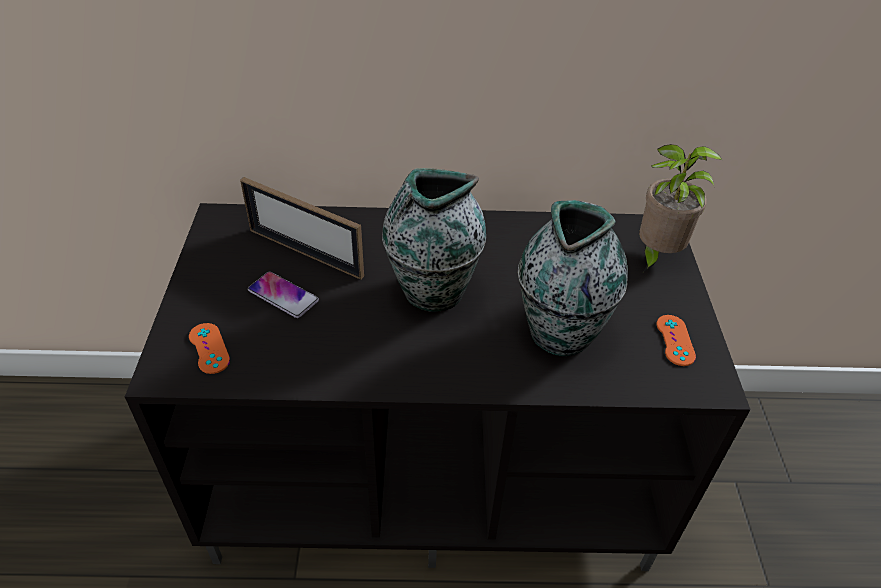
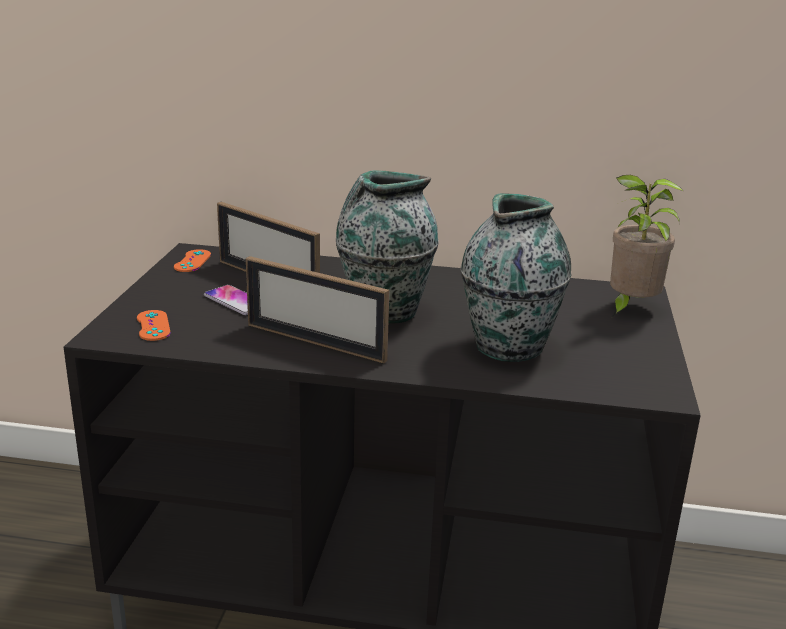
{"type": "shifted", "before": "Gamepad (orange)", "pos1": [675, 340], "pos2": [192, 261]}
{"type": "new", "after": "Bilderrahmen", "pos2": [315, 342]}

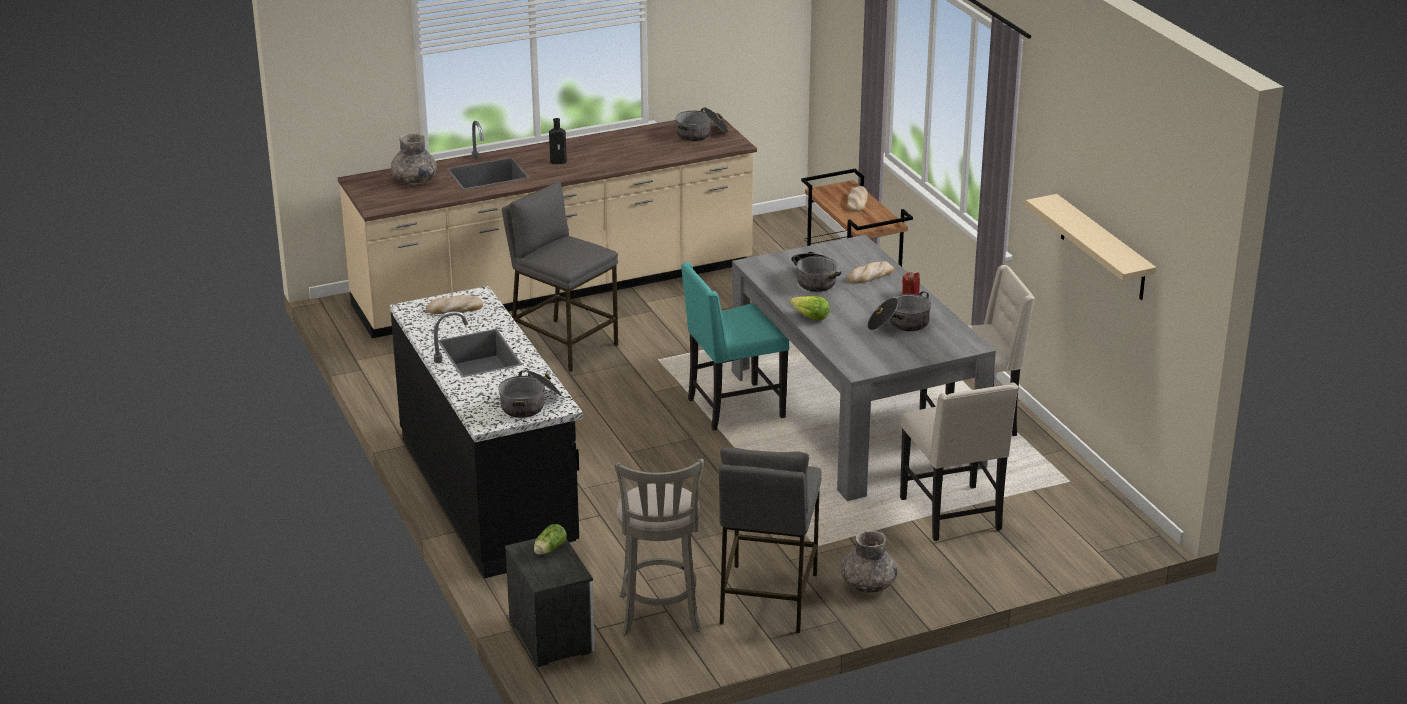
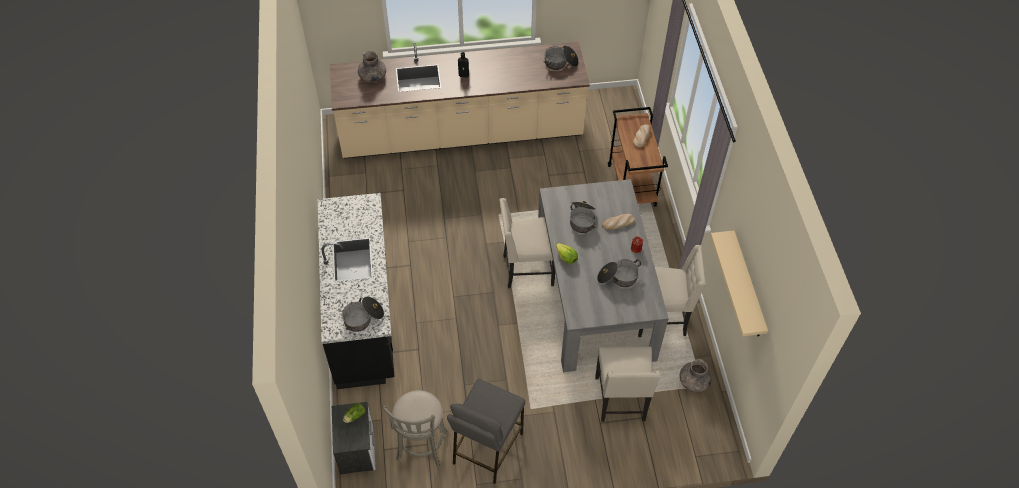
{"type": "repainted", "before": "Stuhl (türkis)", "after": "Stuhl (beige)", "pos1": [733, 408], "pos2": [526, 270]}
{"type": "shifted", "before": "Vase (grau)", "pos1": [868, 585], "pos2": [693, 382]}
{"type": "gone", "before": "Brot", "pos1": [454, 308]}
{"type": "gone", "before": "Hocker (grau)", "pos1": [563, 345]}

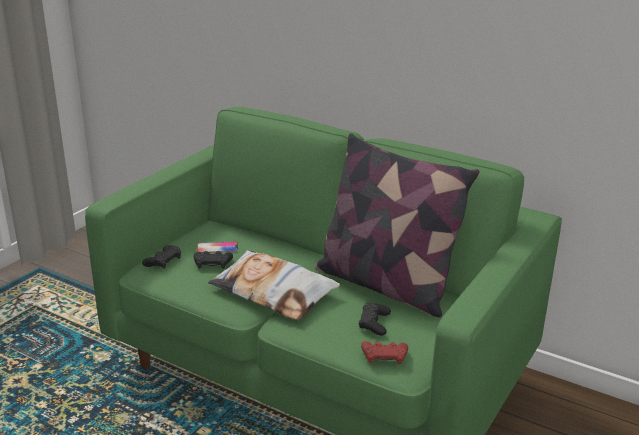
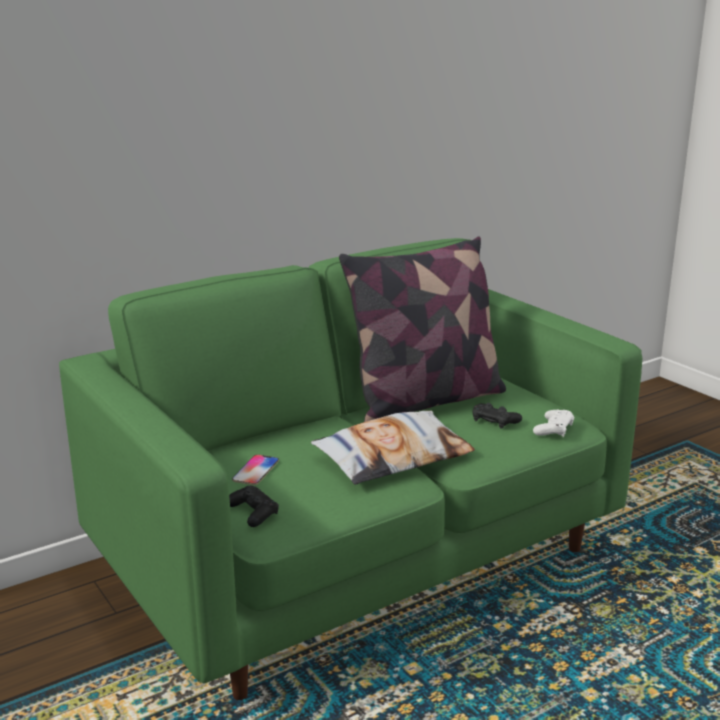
{"type": "repainted", "before": "Gamepad (rot)", "after": "Gamepad (weiß)", "pos1": [384, 356], "pos2": [553, 429]}
{"type": "gone", "before": "Gamepad (schwarz)", "pos1": [212, 263]}

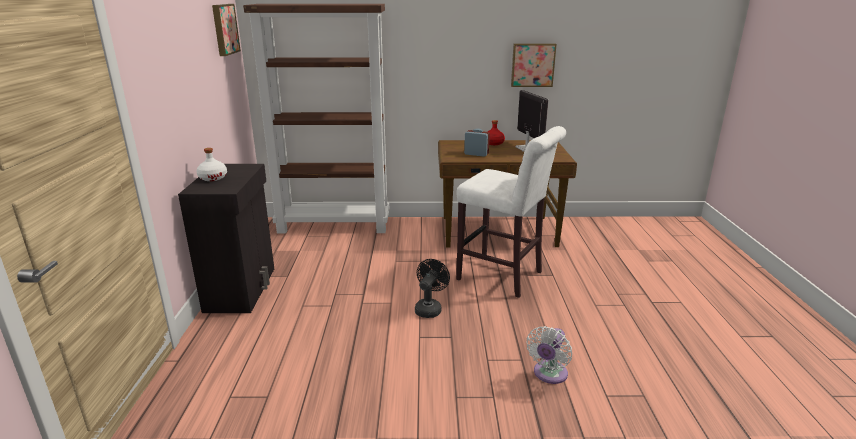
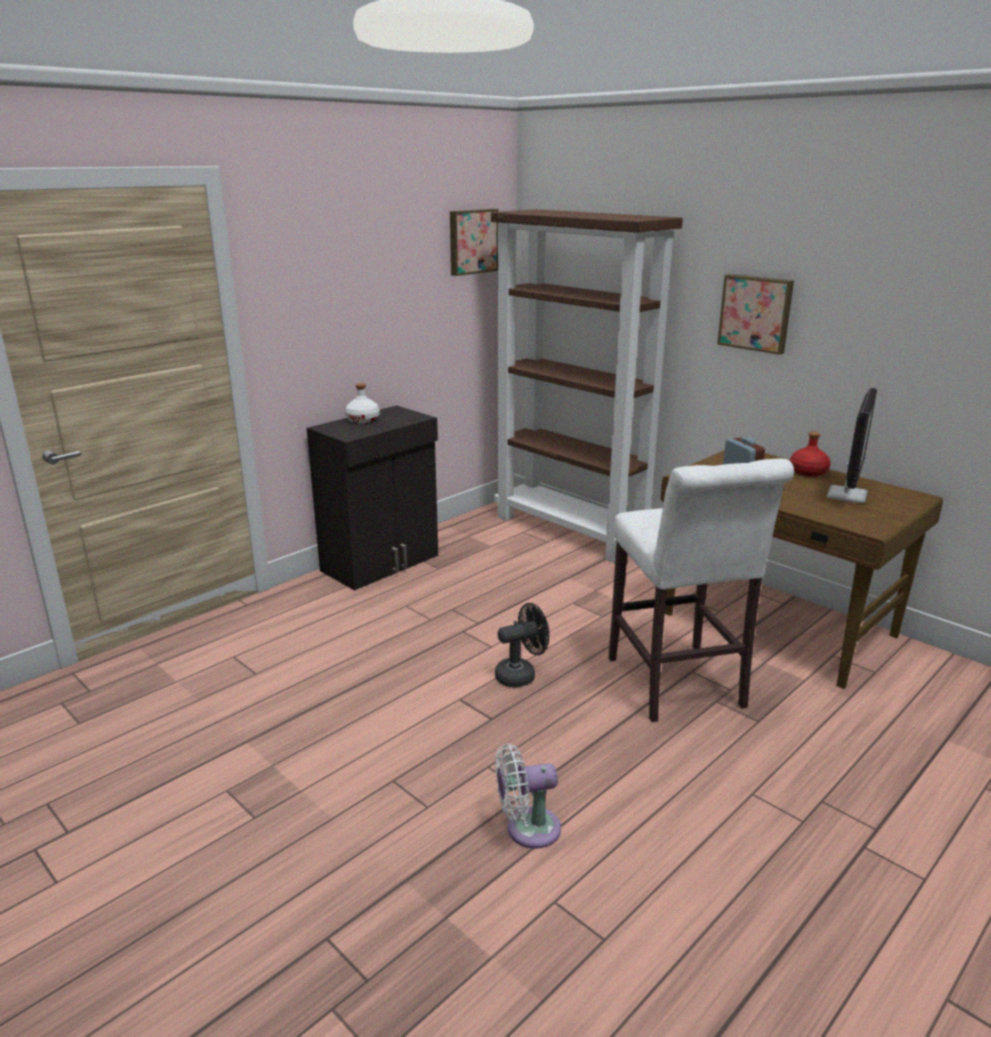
{"type": "shifted", "before": "Bild", "pos1": [532, 65], "pos2": [756, 313]}

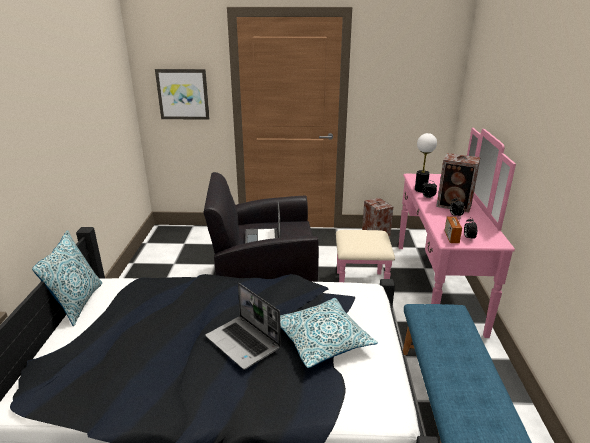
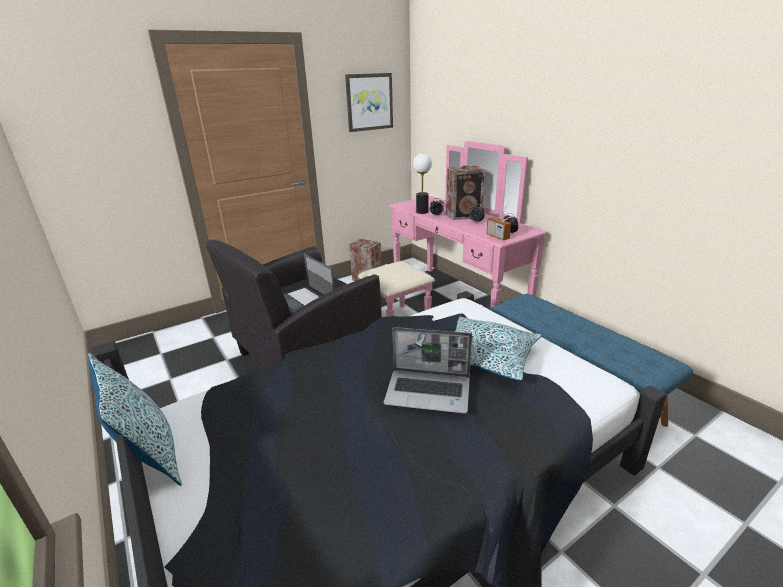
{"type": "shifted", "before": "Bild", "pos1": [183, 94], "pos2": [369, 102]}

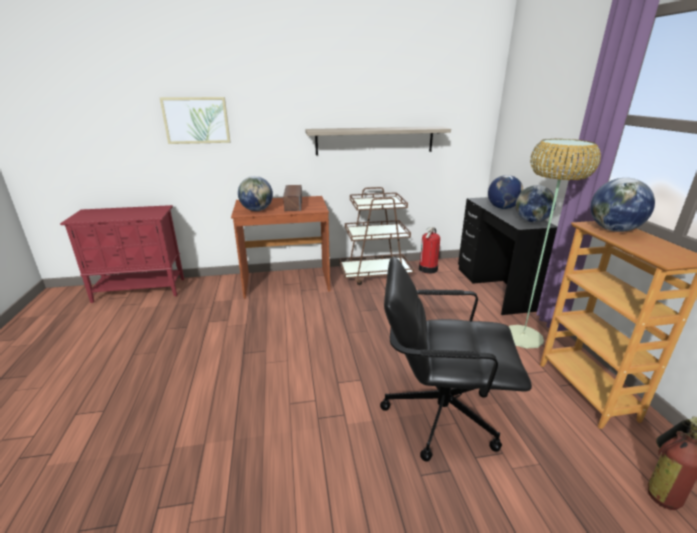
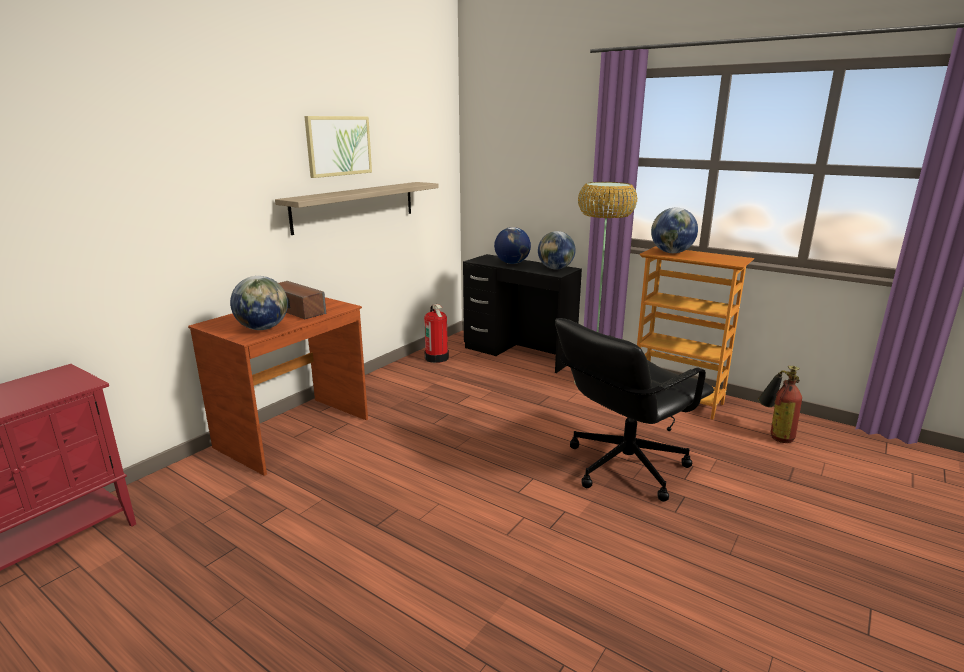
{"type": "shifted", "before": "Bild", "pos1": [196, 120], "pos2": [338, 146]}
{"type": "gone", "before": "Rollwagen (braun)", "pos1": [375, 274]}

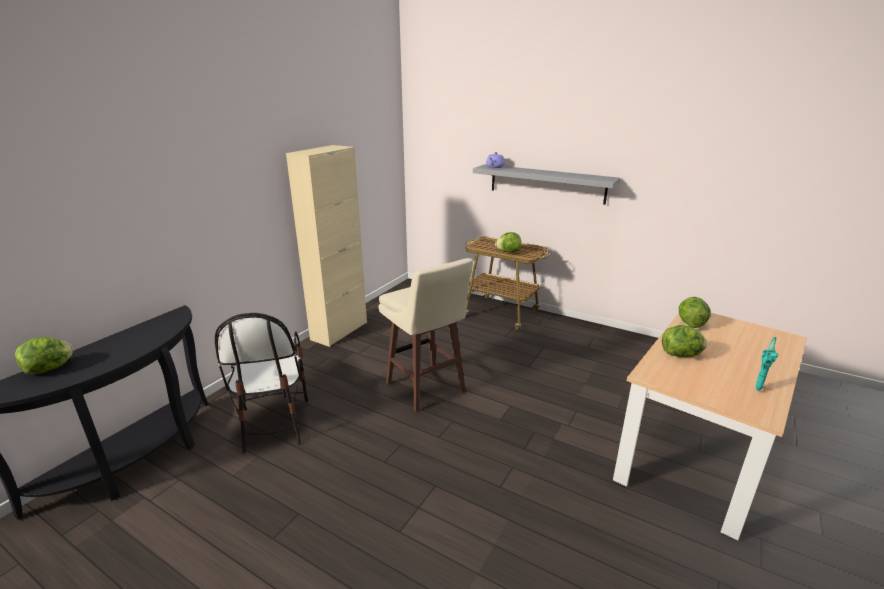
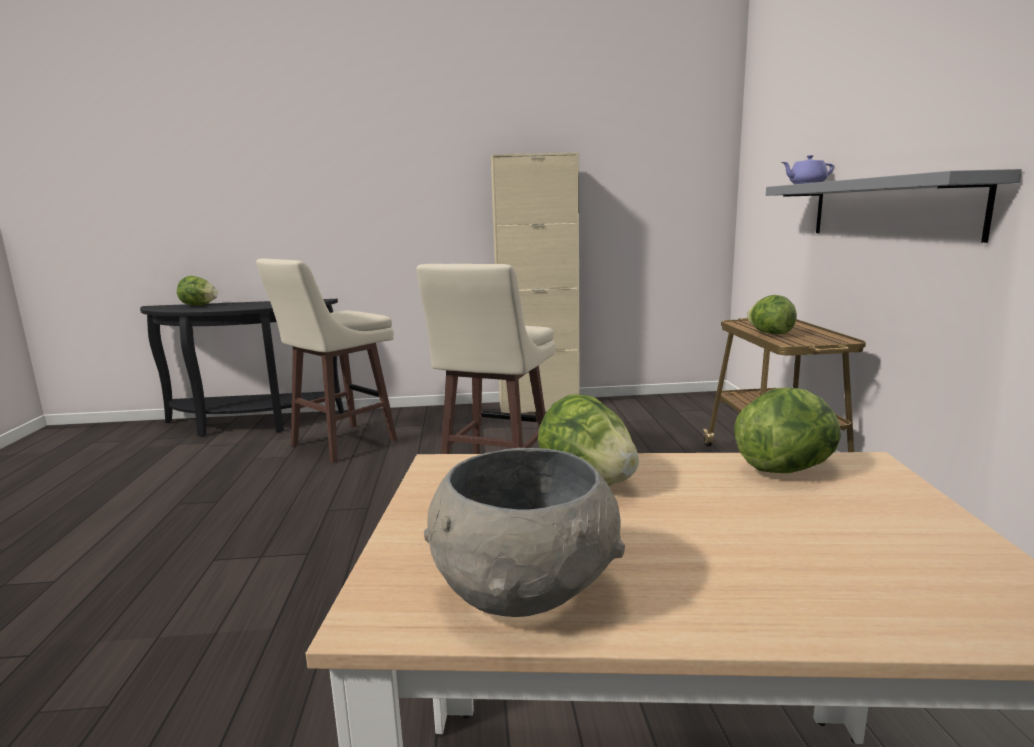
{"type": "swapped", "before": "Stuhl", "after": "Hocker (beige)", "pos1": [273, 424], "pos2": [341, 444]}
{"type": "swapped", "before": "Vase (türkis)", "after": "Schüssel (grau)", "pos1": [757, 390], "pos2": [525, 590]}

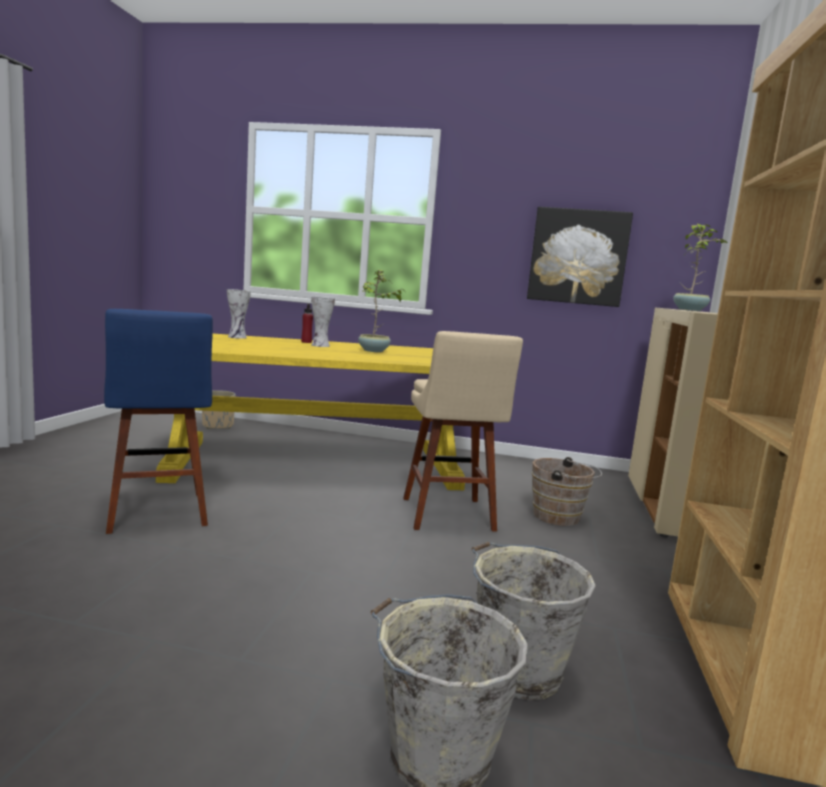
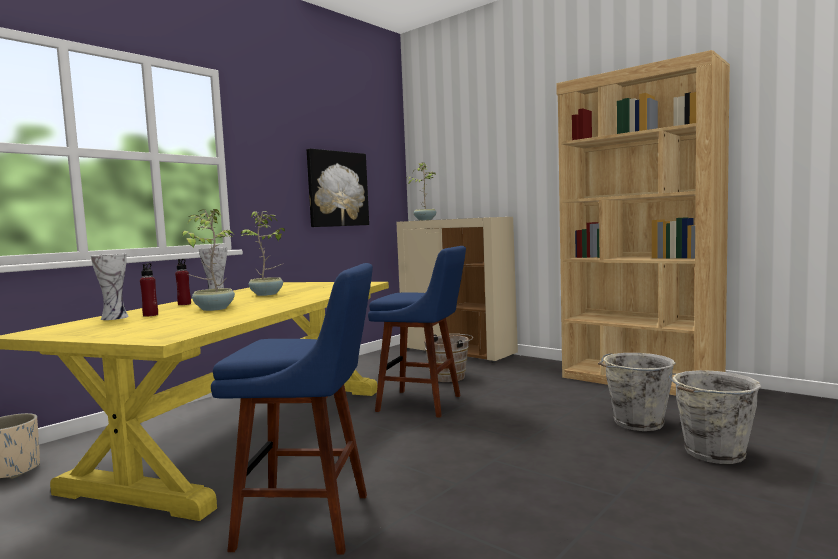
{"type": "new", "after": "Flasche (rot)", "pos2": [150, 315]}
{"type": "new", "after": "Topfpflanze", "pos2": [213, 309]}
{"type": "repainted", "before": "Hocker (beige)", "after": "Hocker (blau)", "pos1": [448, 516], "pos2": [424, 404]}

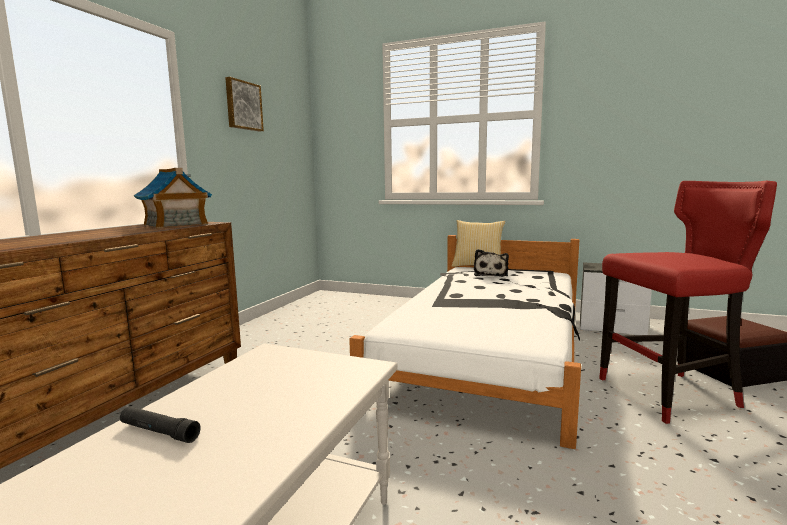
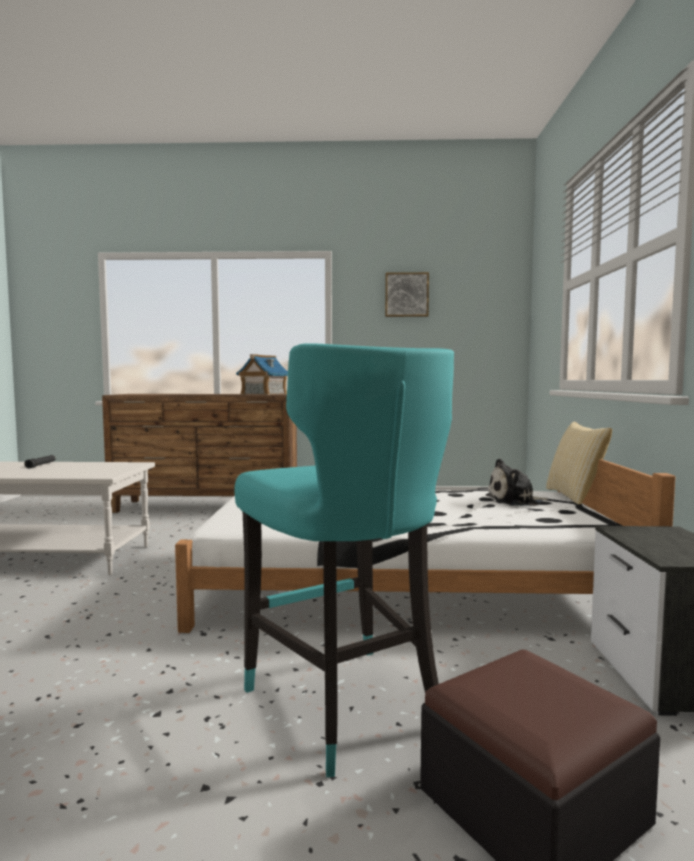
{"type": "repainted", "before": "Hocker (rot)", "after": "Hocker (türkis)", "pos1": [670, 395], "pos2": [345, 706]}

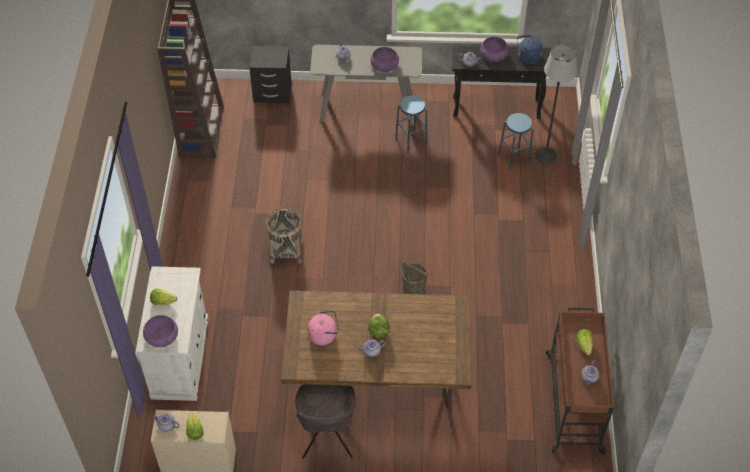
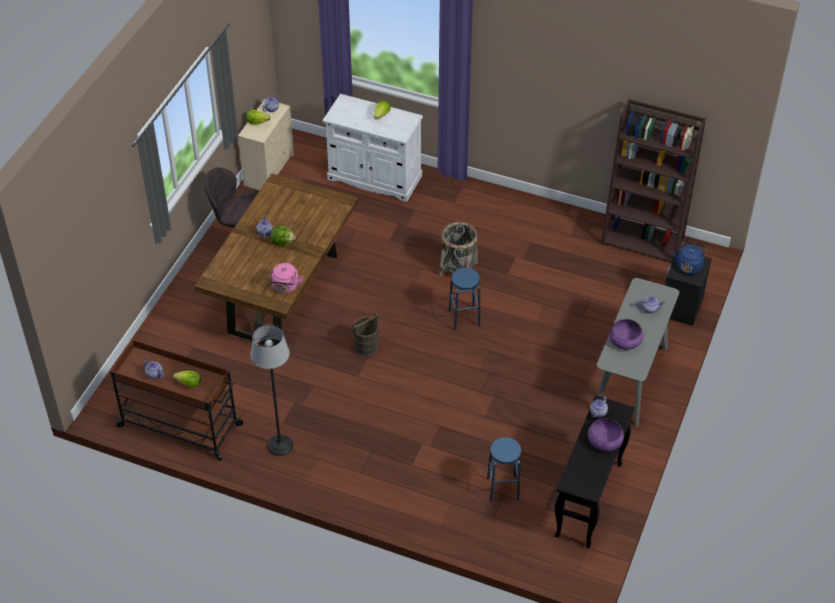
{"type": "shifted", "before": "Stehlampe", "pos1": [545, 155], "pos2": [279, 445]}
{"type": "shifted", "before": "Wasserkessel (rosa)", "pos1": [324, 335], "pos2": [285, 287]}
{"type": "shifted", "before": "Hocker (blau)", "pos1": [411, 141], "pos2": [464, 318]}
{"type": "shifted", "before": "Wasserkessel (blau)", "pos1": [527, 57], "pos2": [689, 265]}
{"type": "gone", "before": "Schüssel (lila)", "pos1": [162, 336]}

